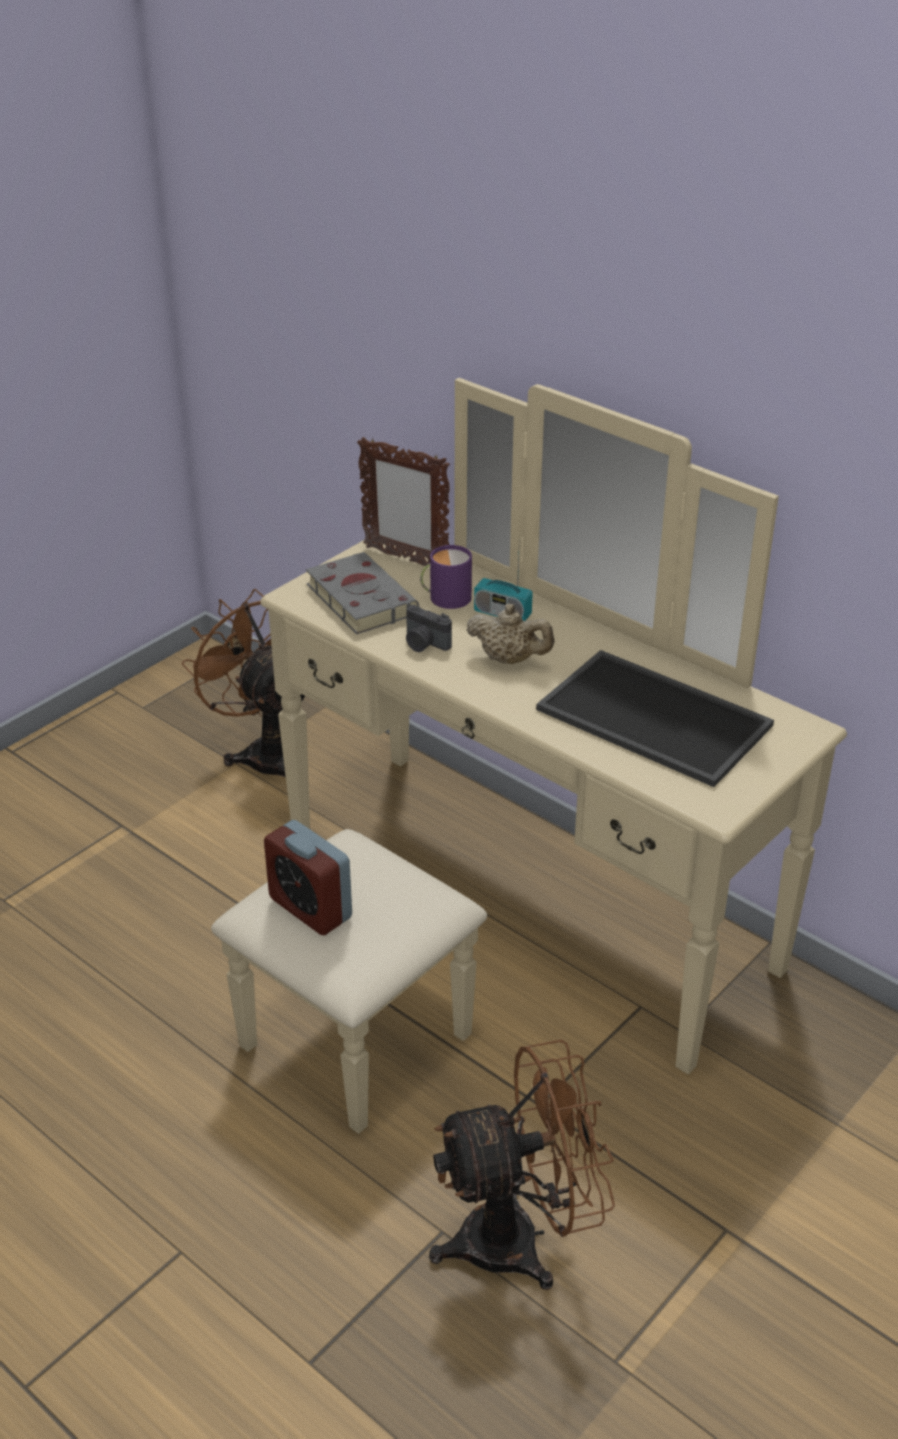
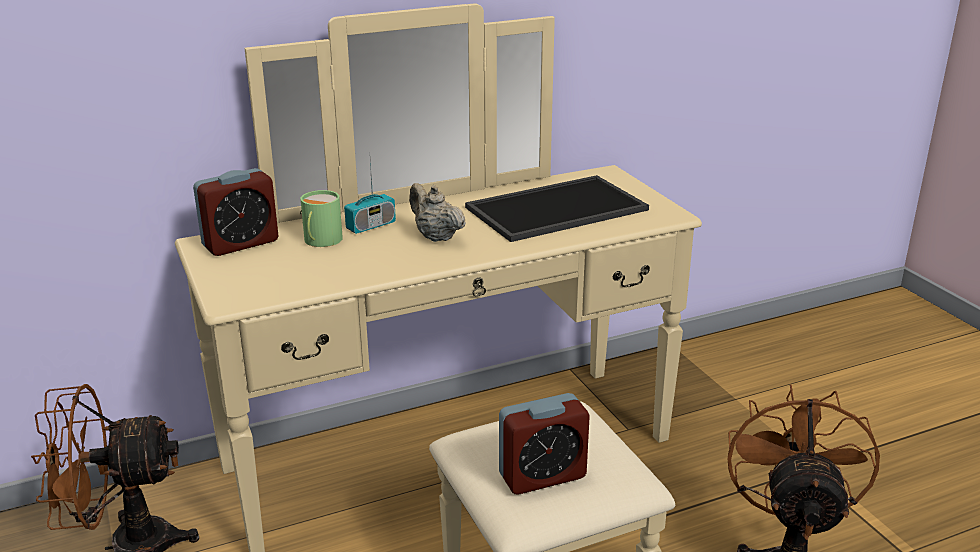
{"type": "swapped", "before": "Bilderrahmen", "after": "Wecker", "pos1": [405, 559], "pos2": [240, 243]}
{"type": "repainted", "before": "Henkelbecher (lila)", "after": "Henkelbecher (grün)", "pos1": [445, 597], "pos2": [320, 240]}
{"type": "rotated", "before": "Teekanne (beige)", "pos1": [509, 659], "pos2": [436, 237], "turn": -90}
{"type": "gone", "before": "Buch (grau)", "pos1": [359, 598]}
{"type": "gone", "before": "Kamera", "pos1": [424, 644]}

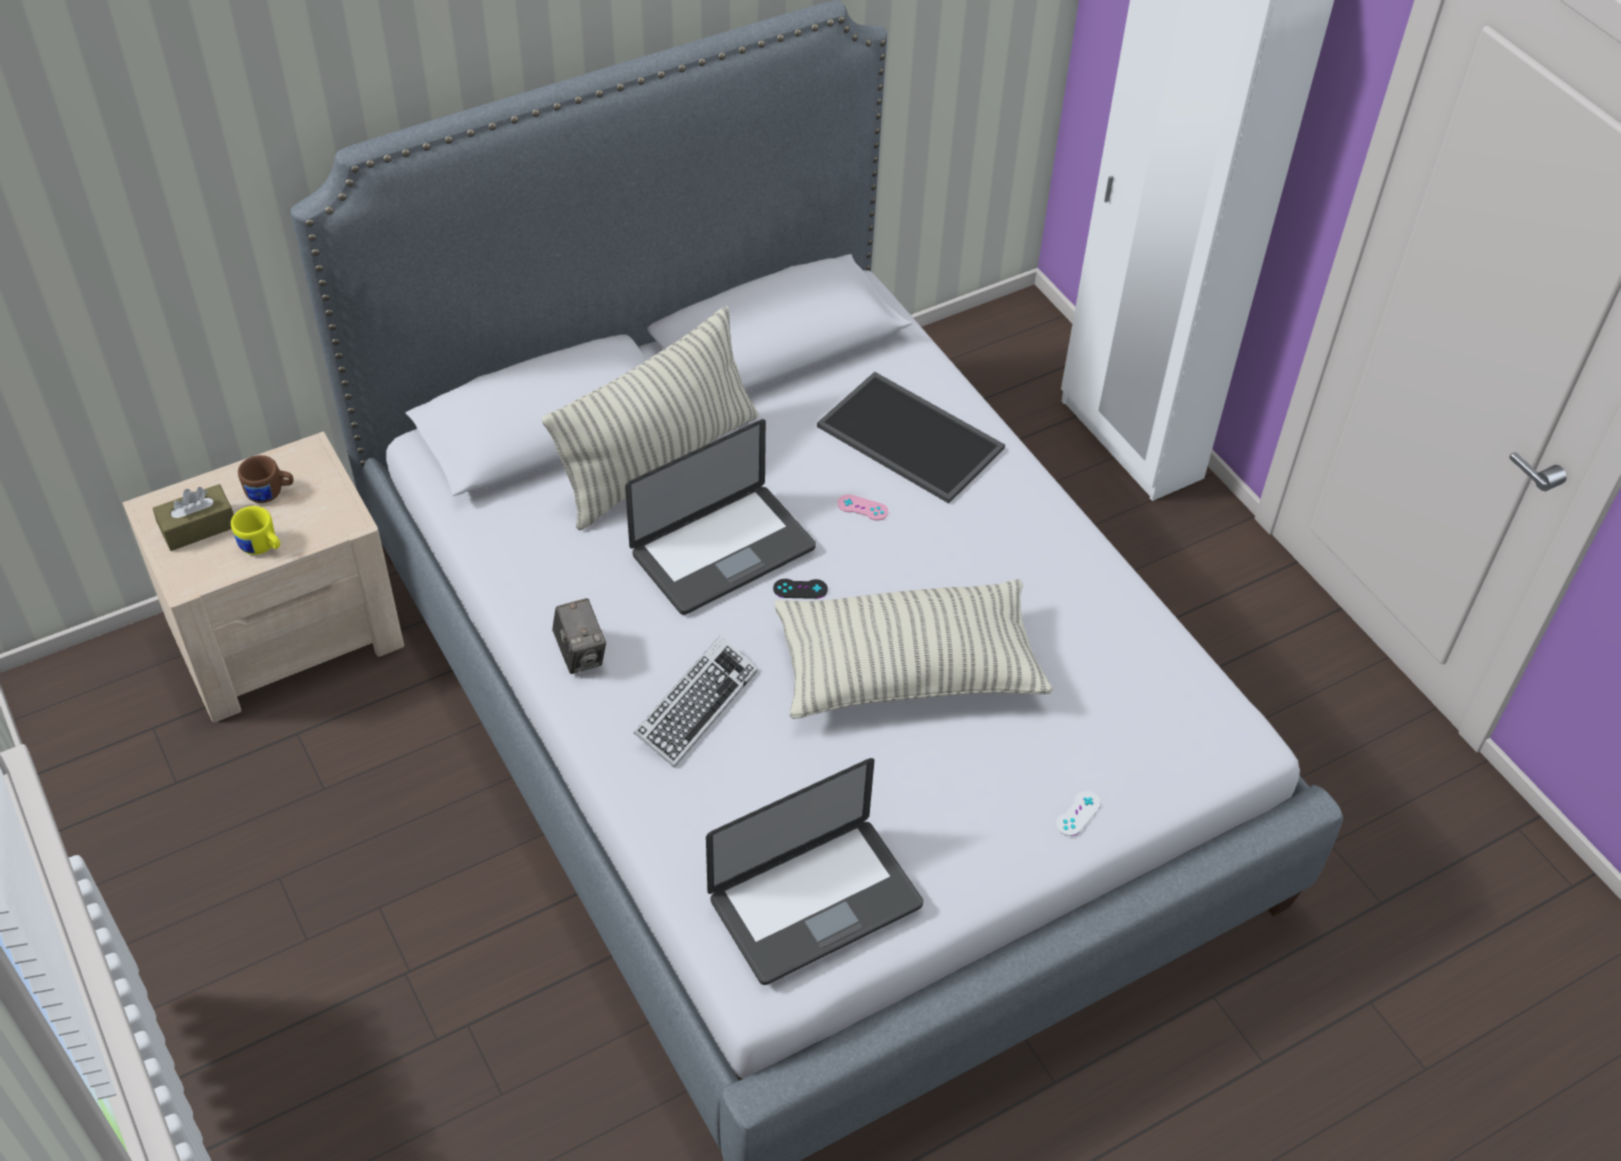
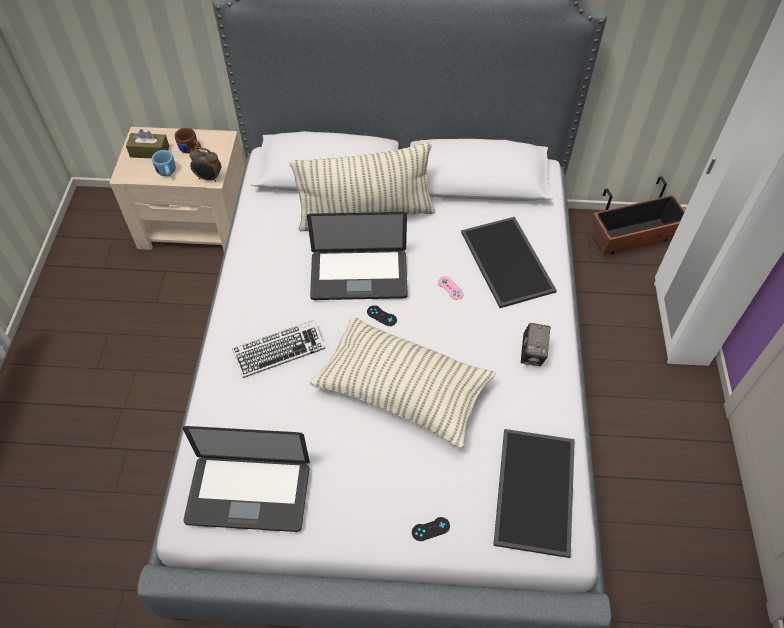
{"type": "repainted", "before": "Henkelbecher (gelb)", "after": "Henkelbecher (blau)", "pos1": [262, 547], "pos2": [167, 173]}
{"type": "new", "after": "Wecker", "pos2": [209, 178]}
{"type": "repainted", "before": "Gamepad (weiß)", "after": "Gamepad (schwarz)", "pos1": [1078, 814], "pos2": [430, 529]}
{"type": "new", "after": "Tablett", "pos2": [537, 492]}
{"type": "shifted", "before": "Kamera", "pos1": [581, 654], "pos2": [532, 354]}
{"type": "new", "after": "Pflanzkübel", "pos2": [632, 238]}

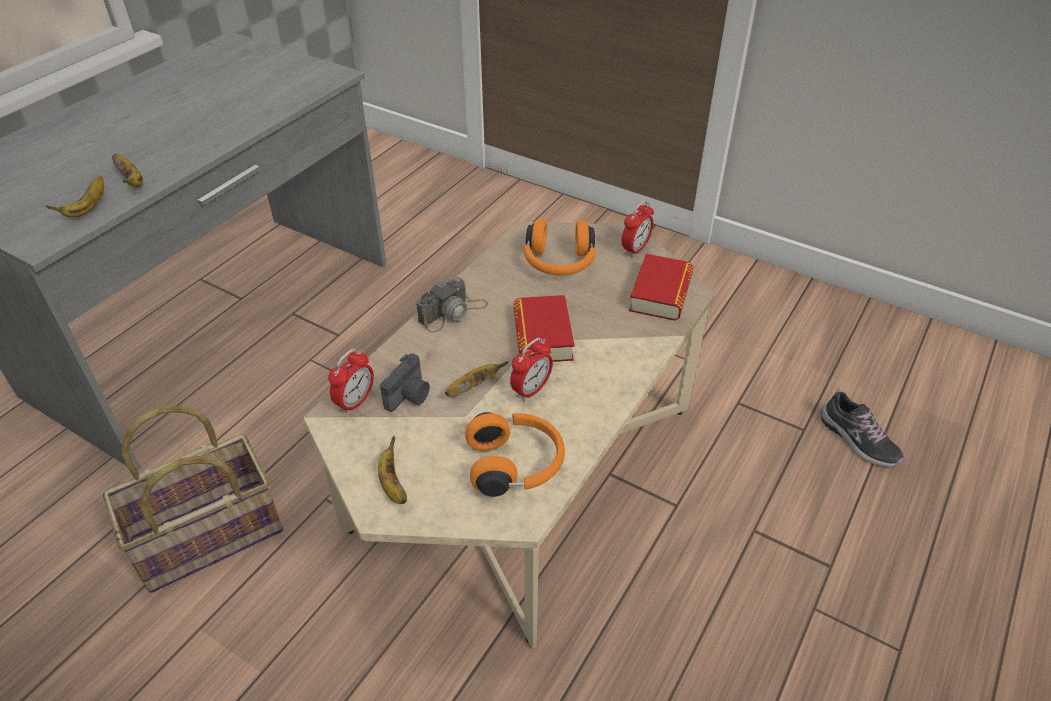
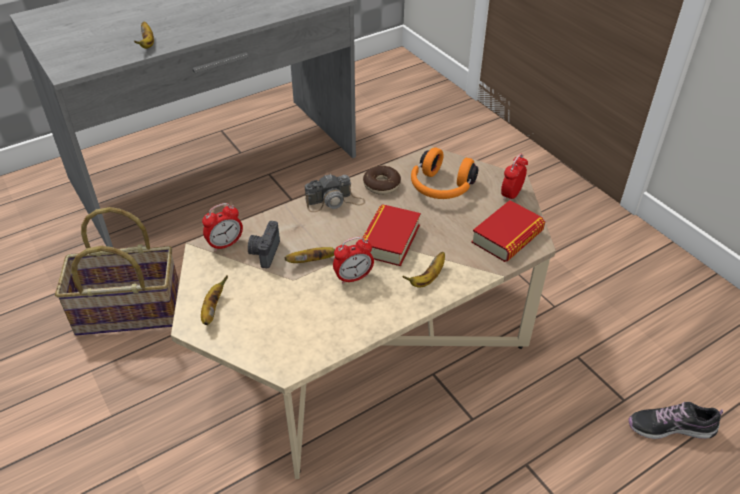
{"type": "rotated", "before": "Kamera", "pos1": [409, 396], "pos2": [264, 252], "turn": 135}
{"type": "new", "after": "Donut", "pos2": [381, 185]}
{"type": "shifted", "before": "Banane", "pos1": [88, 208], "pos2": [427, 278]}
{"type": "rotated", "before": "Wecker", "pos1": [635, 249], "pos2": [511, 195], "turn": 150}
{"type": "rotated", "before": "Schuh", "pos1": [858, 440], "pos2": [670, 427], "turn": 105}
{"type": "gone", "before": "Kopfhörer (orange)", "pos1": [516, 465]}

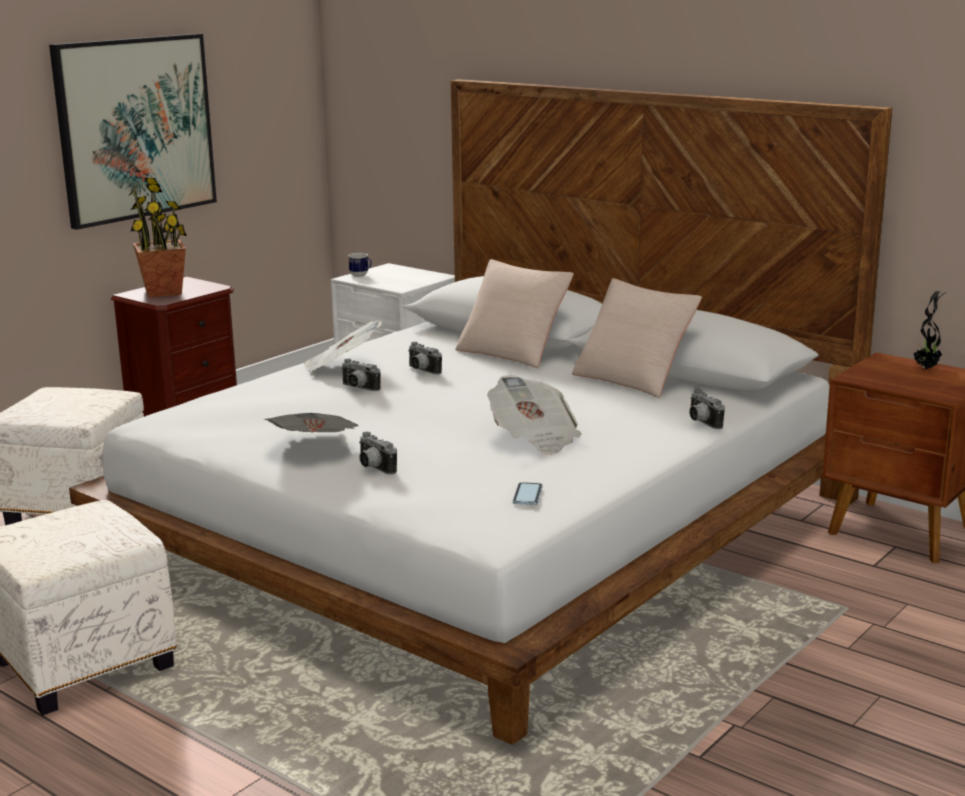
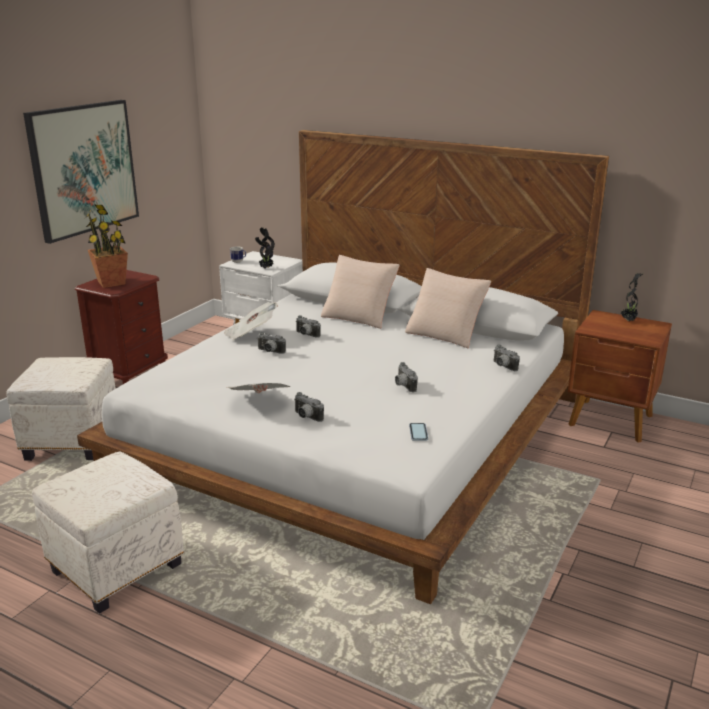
{"type": "new", "after": "Topfpflanze", "pos2": [266, 268]}
{"type": "swapped", "before": "Zeitung", "after": "Kamera", "pos1": [534, 438], "pos2": [403, 386]}

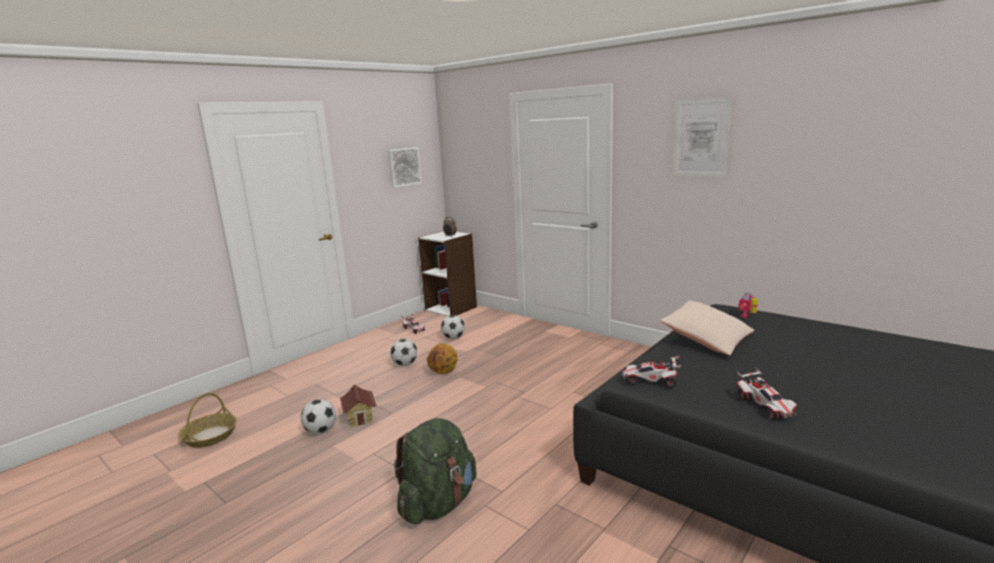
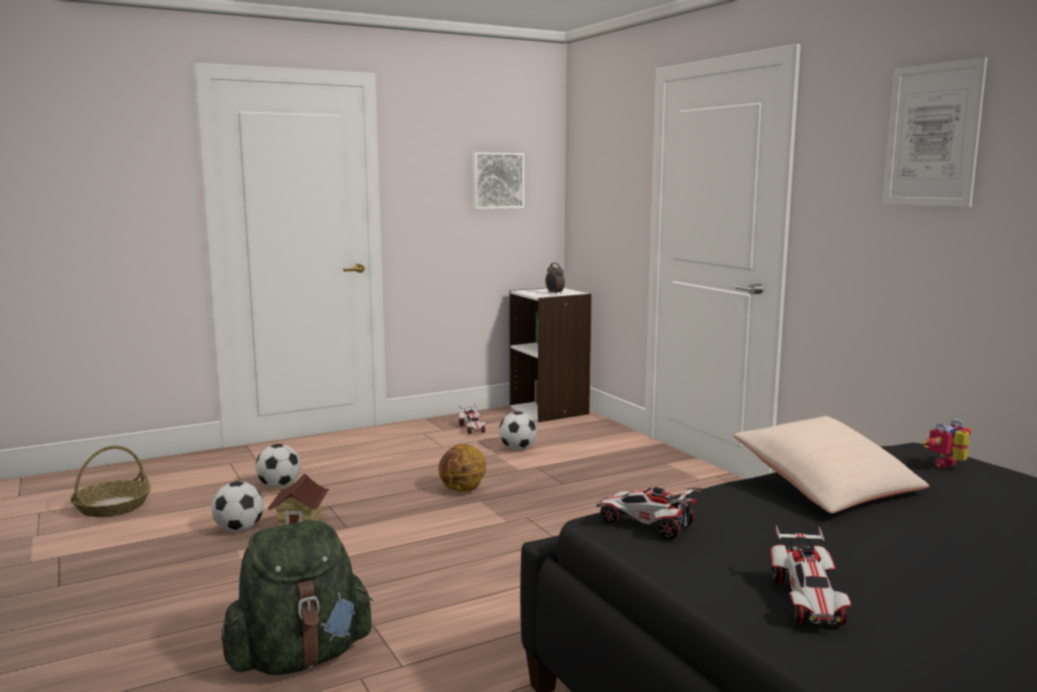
{"type": "shifted", "before": "Fußball", "pos1": [405, 364], "pos2": [279, 486]}

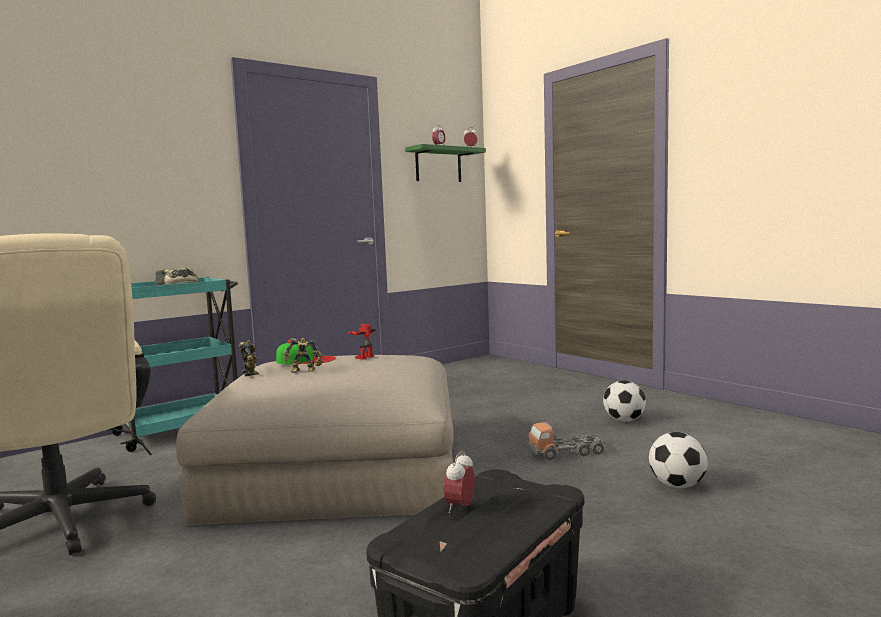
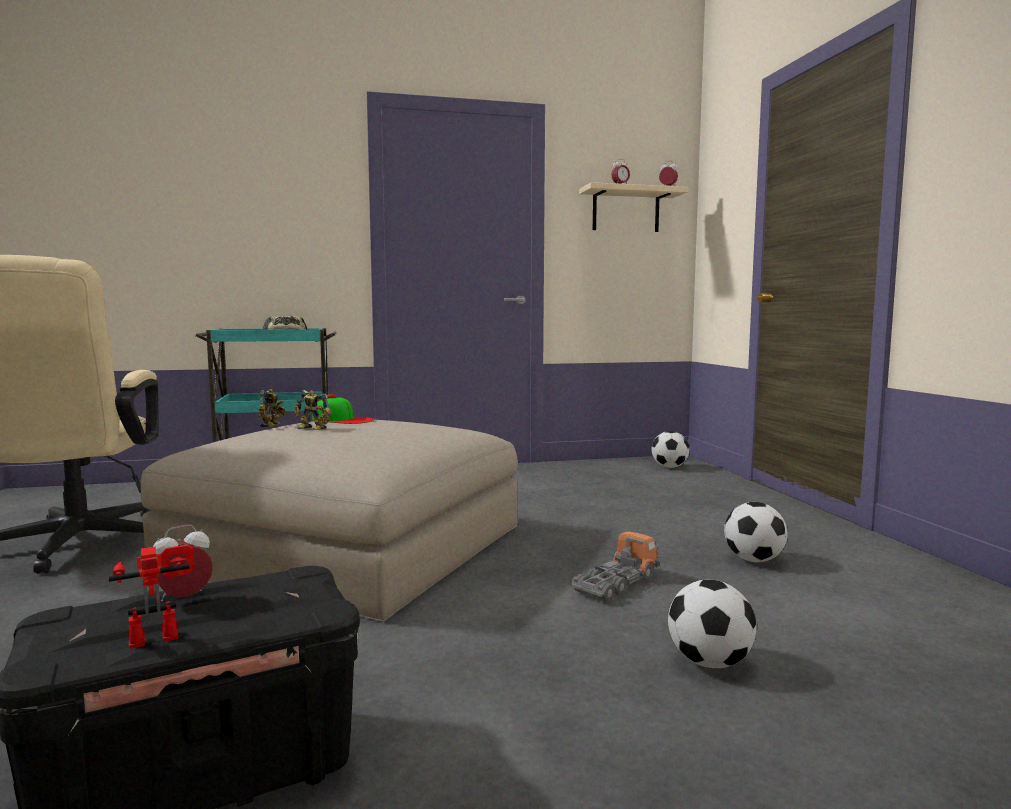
{"type": "shifted", "before": "Spielzeugroboter", "pos1": [363, 357], "pos2": [157, 633]}
{"type": "rotated", "before": "Spielzeuglaster", "pos1": [566, 453], "pos2": [616, 584], "turn": 120}
{"type": "repainted", "before": "Wandregal (grün)", "after": "Wandregal (beige)", "pos1": [438, 165], "pos2": [626, 211]}
{"type": "new", "after": "Fußball", "pos2": [669, 467]}

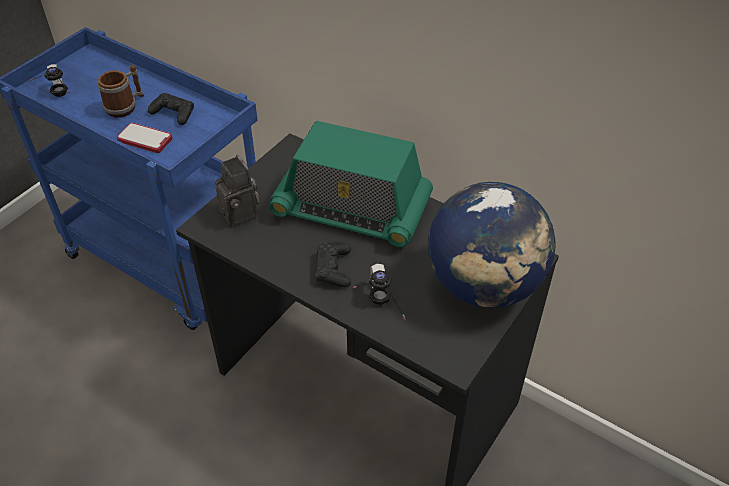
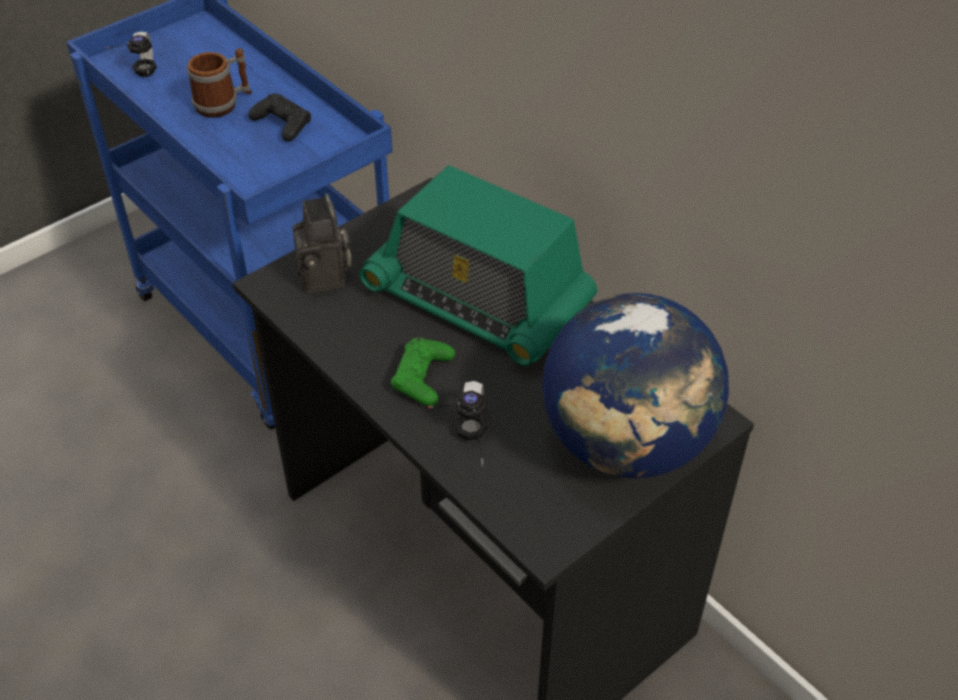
{"type": "repainted", "before": "Gamepad (schwarz)", "after": "Gamepad (grün)", "pos1": [333, 269], "pos2": [423, 377]}
{"type": "gone", "before": "Handy", "pos1": [145, 139]}

